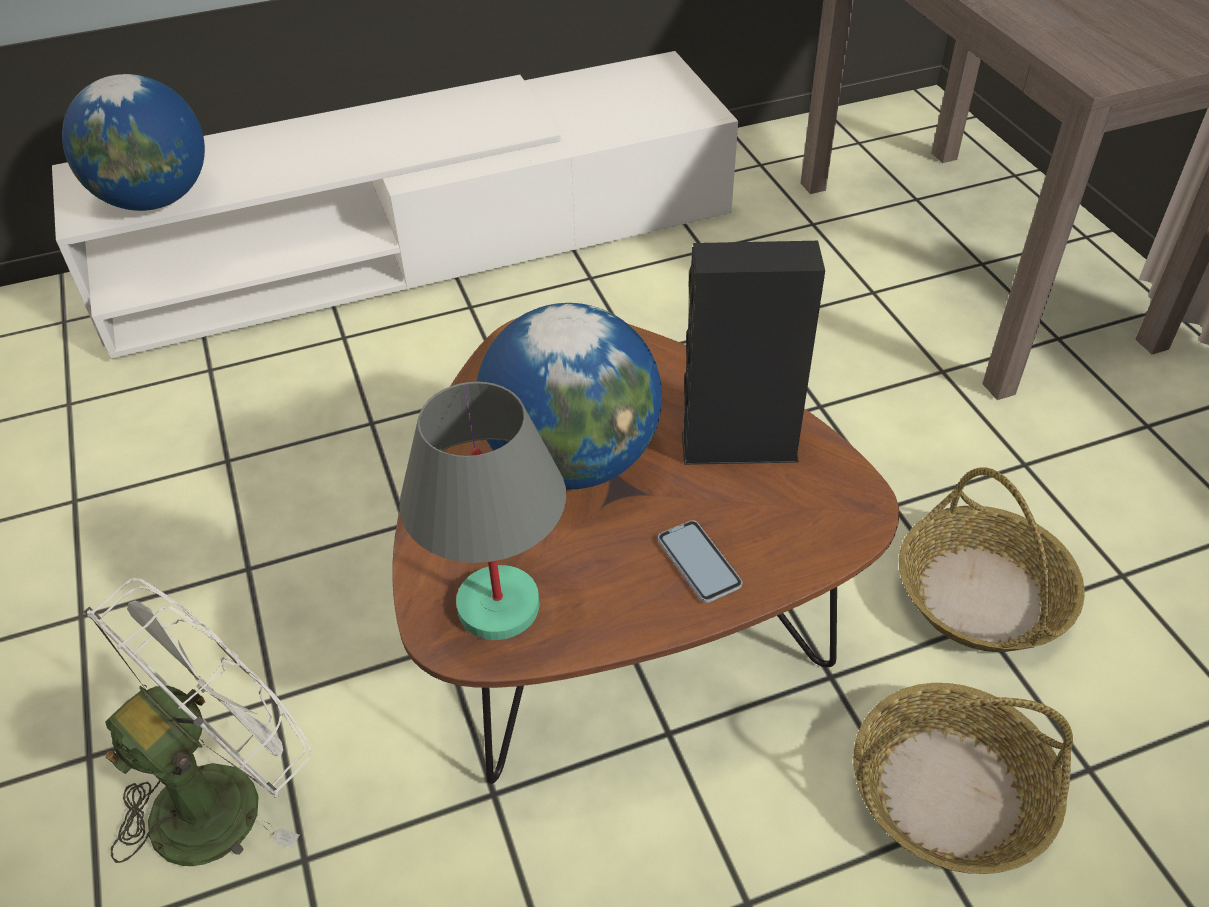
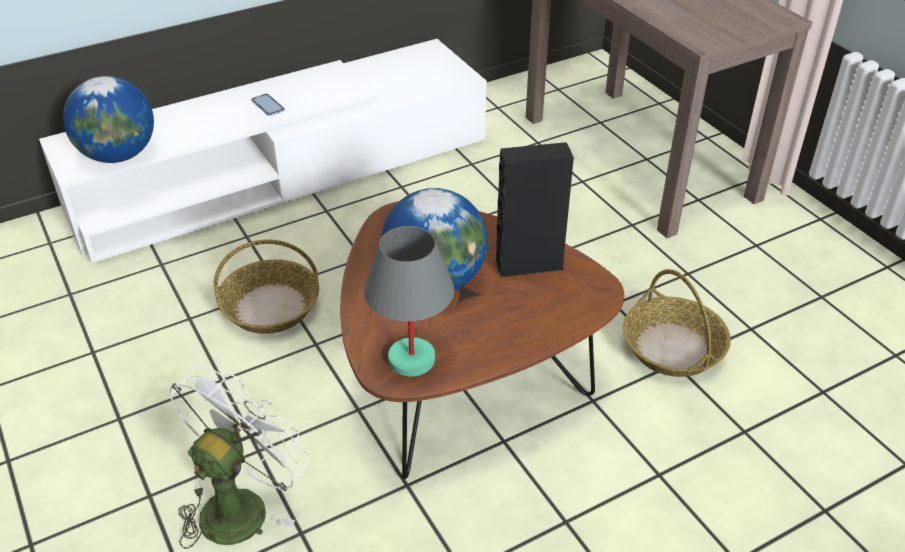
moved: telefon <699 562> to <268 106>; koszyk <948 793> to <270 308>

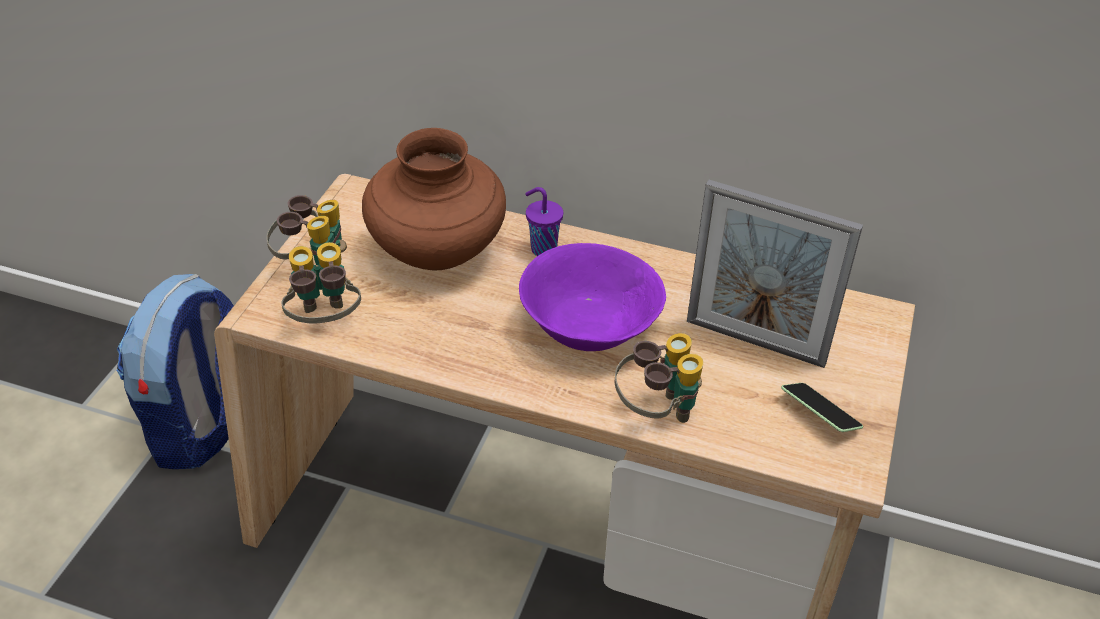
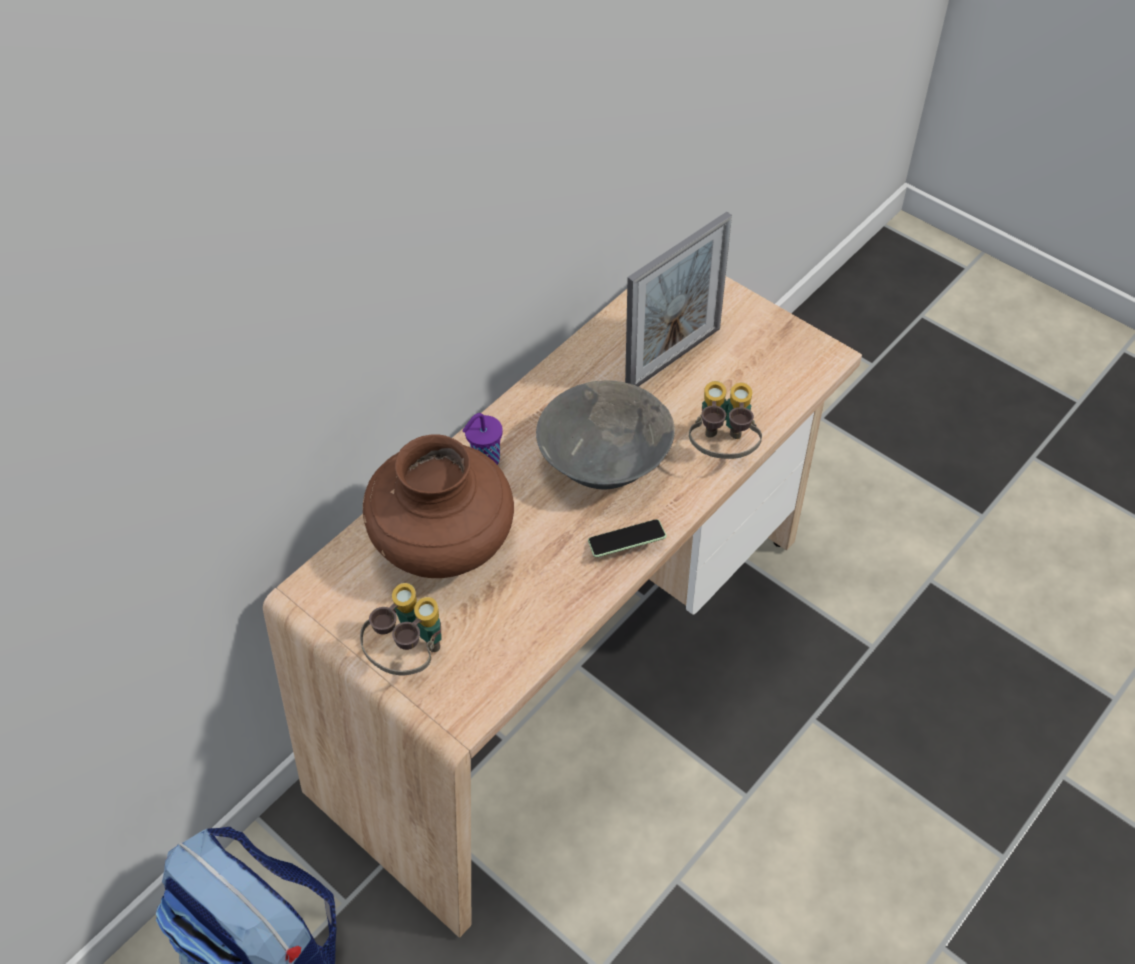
removed: lornetka <325 321>
moved: telefon <819 415> to <626 544>
recoloured: miska [fioletowy] <588 327> to miska [szary] <605 461>

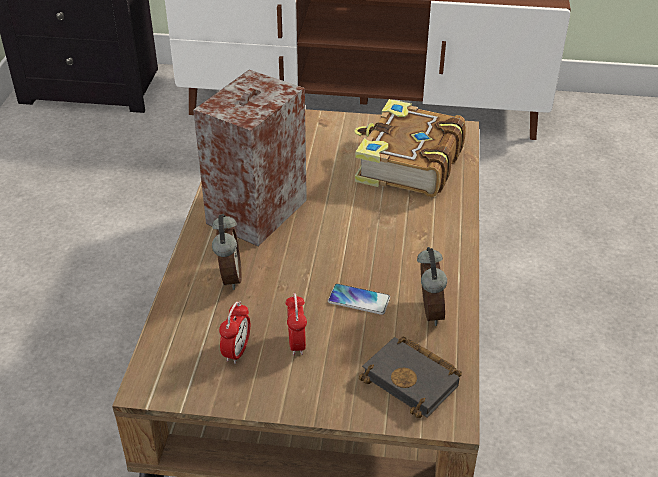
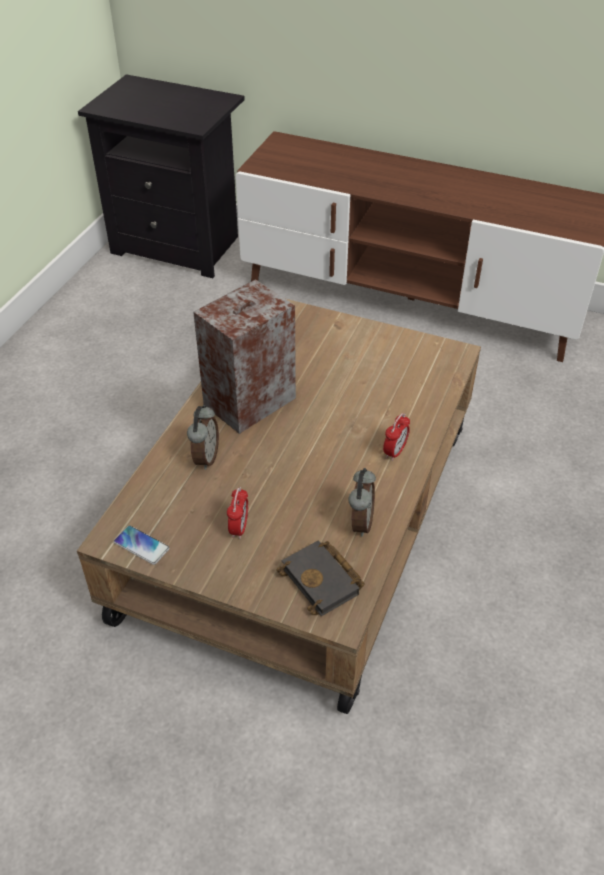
removed: książka <407 164>
moved: budzik <237 351> to <395 452>; telefon <359 300> to <141 545>

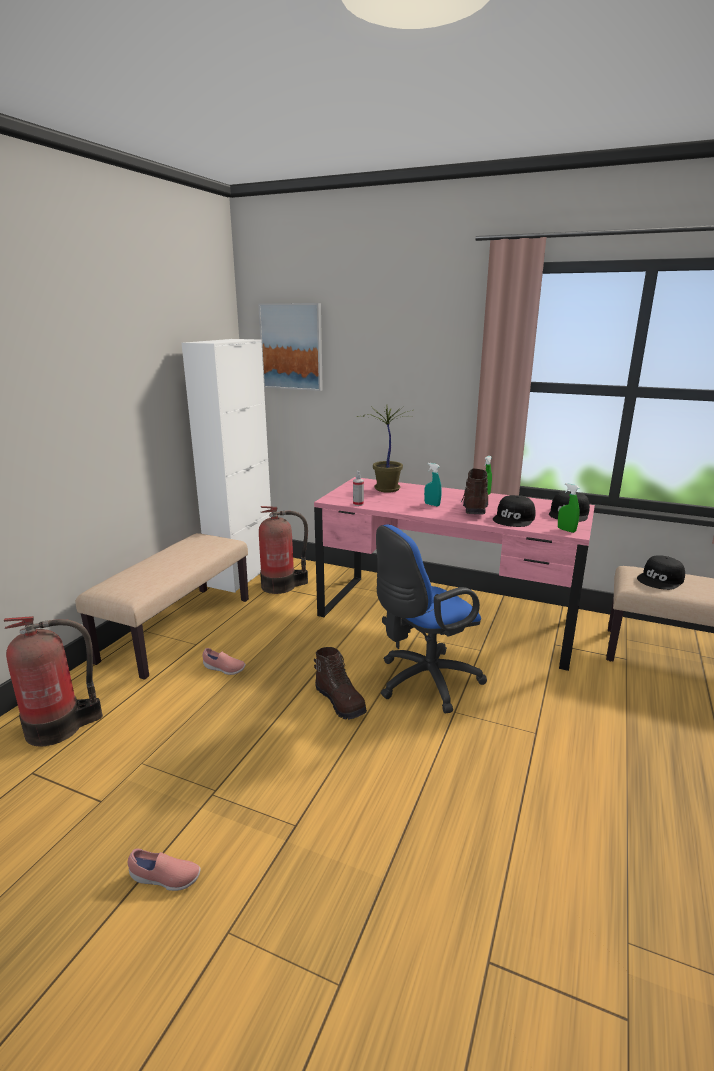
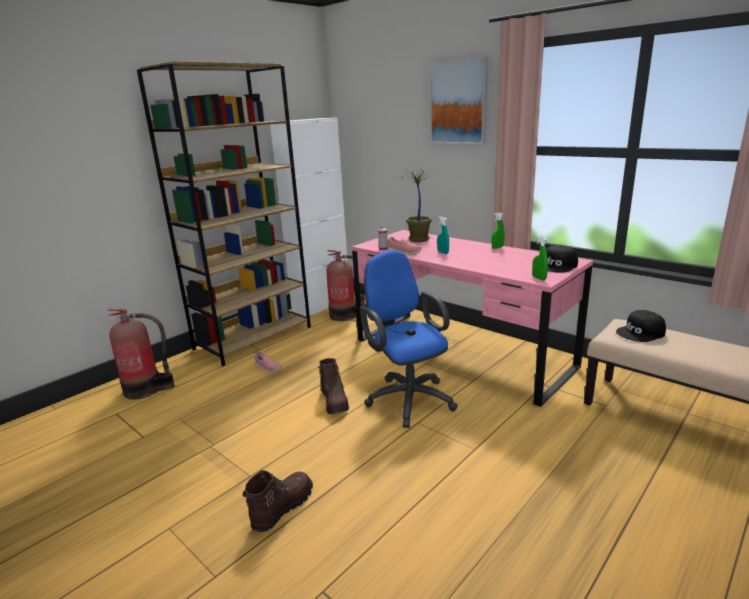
removed: czapka z daszkiem [czarny] <514 519>
moved: but [różowy] <165 879> to <404 253>; obraz <292 347> to <458 102>; but z cholewką [brązowy] <474 509> to <282 507>
replaced: ławka [beżowy] <177 628> to regał [brązowy] <254 337>
turned: krzesło biurowe [niebieski] <423 682> = <407 397> 75 degrees clockwise

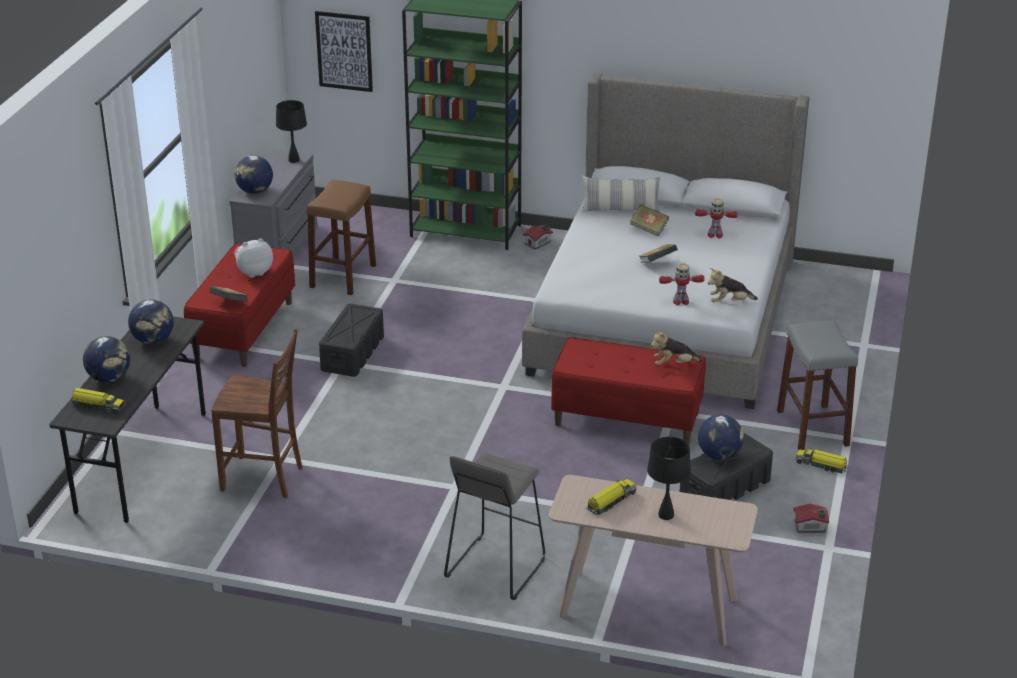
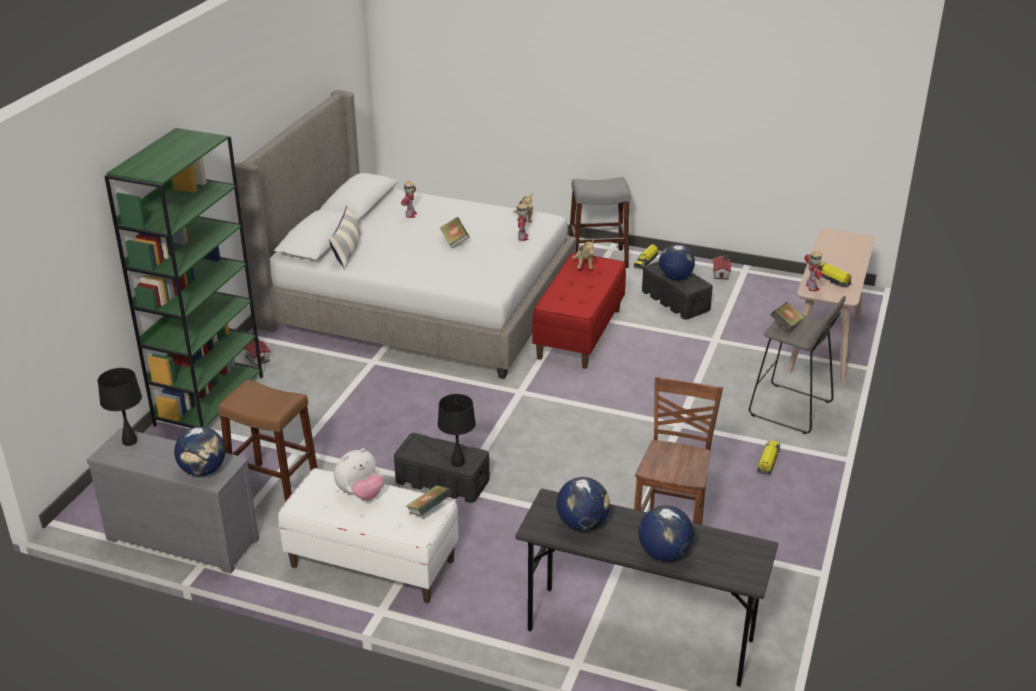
removed: obraz <344 51>
added: robot zabawkowy <812 287>
moved: ciężarówka zabawkowa <98 406> to <768 461>; książka <649 229> to <786 326>; lampa stołowa [czarny] <666 515> to <457 462>
recoloured: ławka [czerwony] <243 330> to ławka [biały] <372 563>
turned: pluszak <254 272> = <360 494> 105 degrees counterclockwise

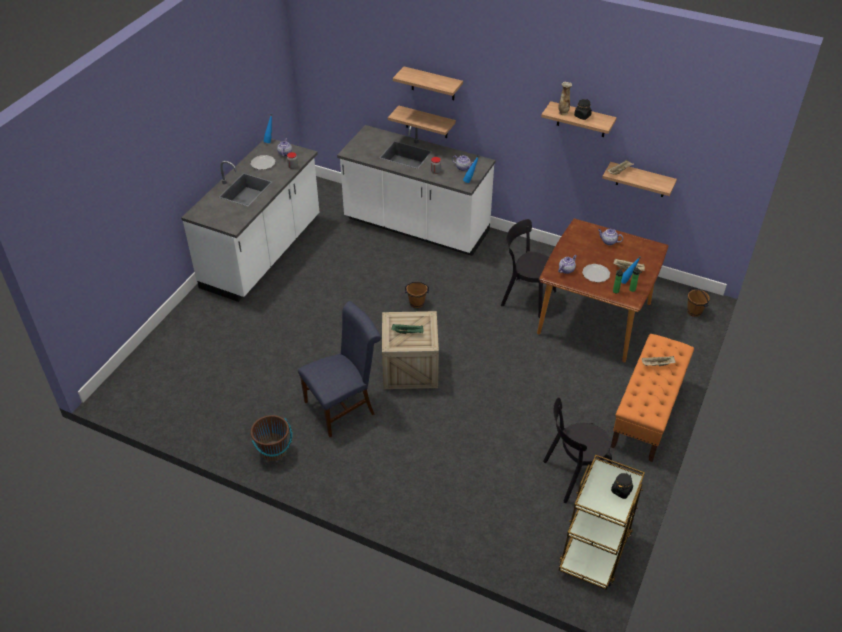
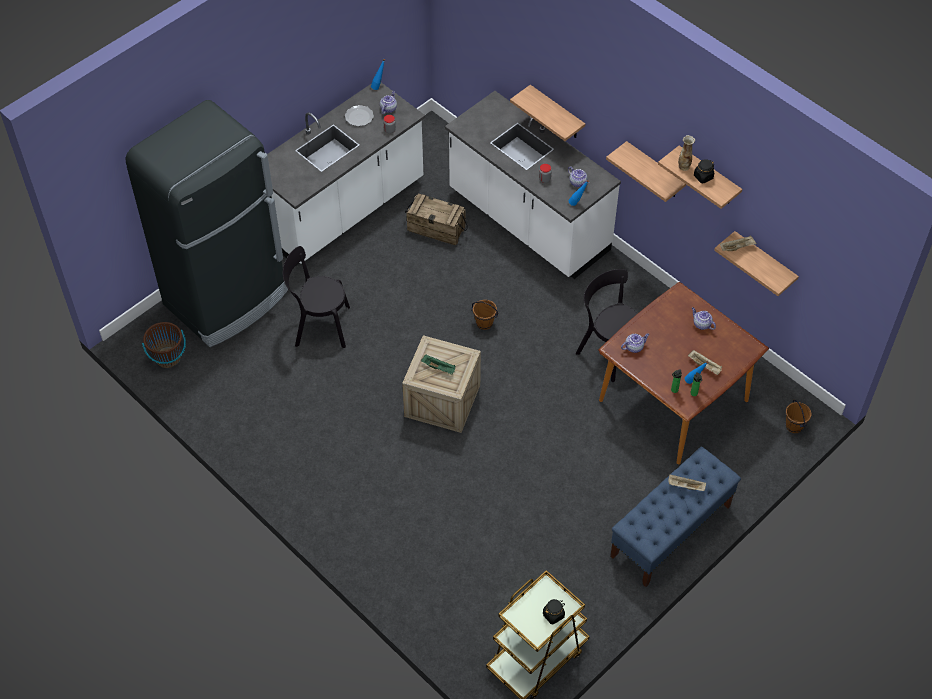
removed: krzesło [niebieski] <343 406>; talerz <596 274>
added: lodówka [czarny] <227 299>; skrzynka <436 229>
moved: wiadro [brązowy] <273 451> to <168 358>; półka <433 84> to <654 171>; krzesło [czarny] <573 476> to <319 326>
recoloured: ławka [pomarańczowy] <647 413> to ławka [niebieski] <670 531>

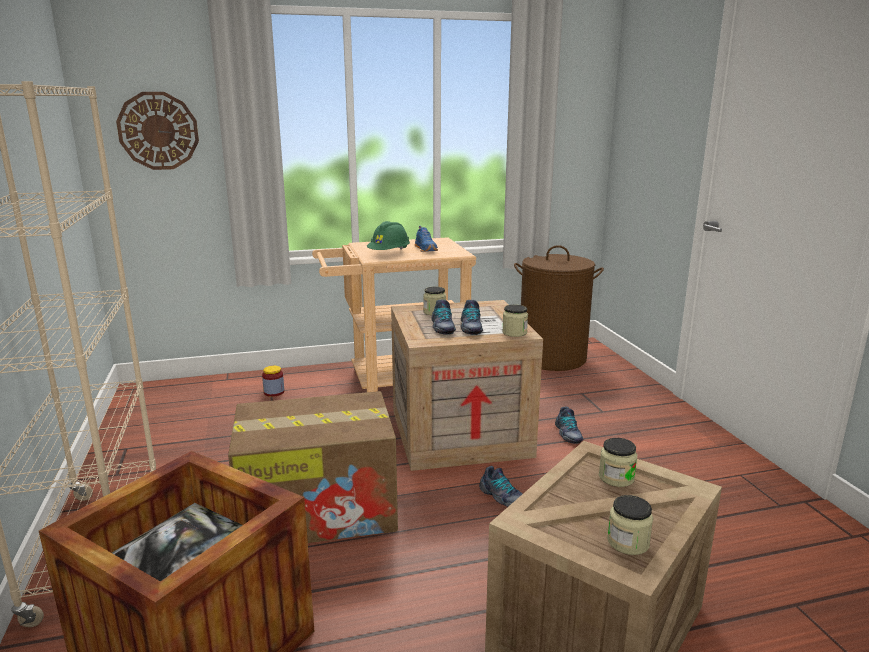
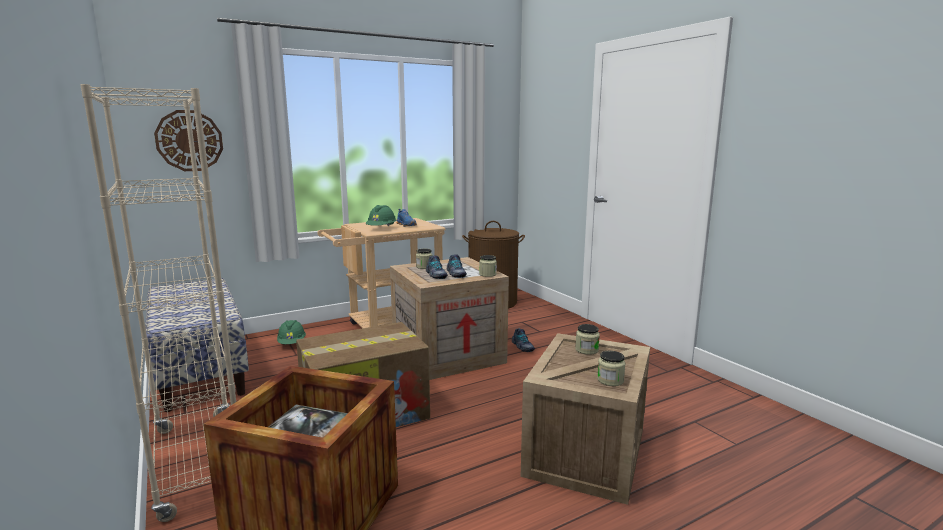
removed: but <503 497>
added: ławka <200 371>
replaced: słoik <274 392> to kask [zielony] <292 343>

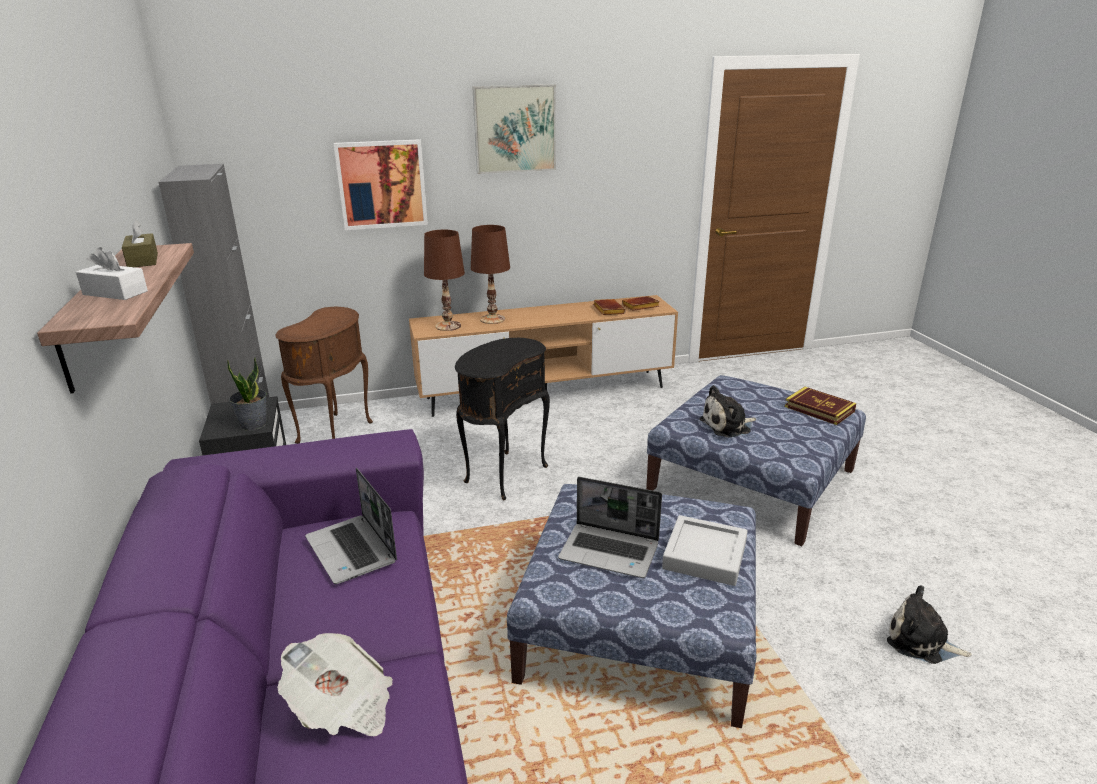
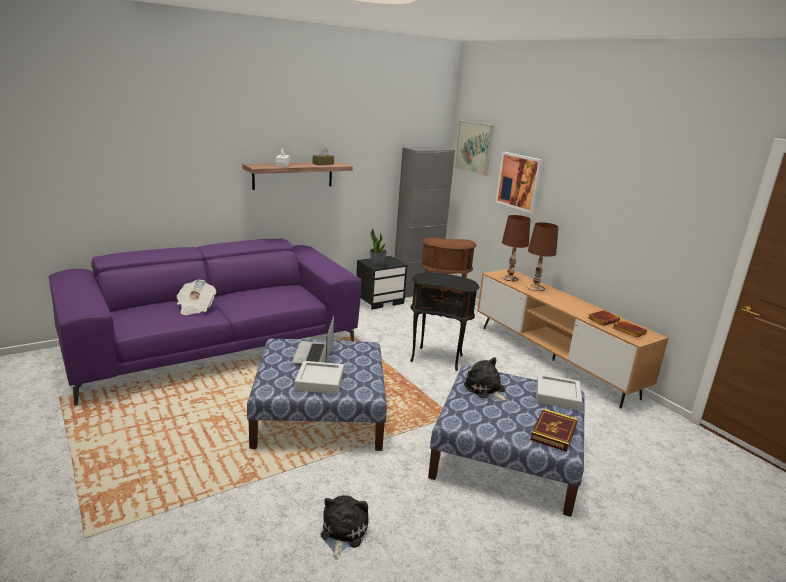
removed: laptop <353 550>
added: taca [szary] <557 396>
moved: obraz <515 129> to <474 147>

